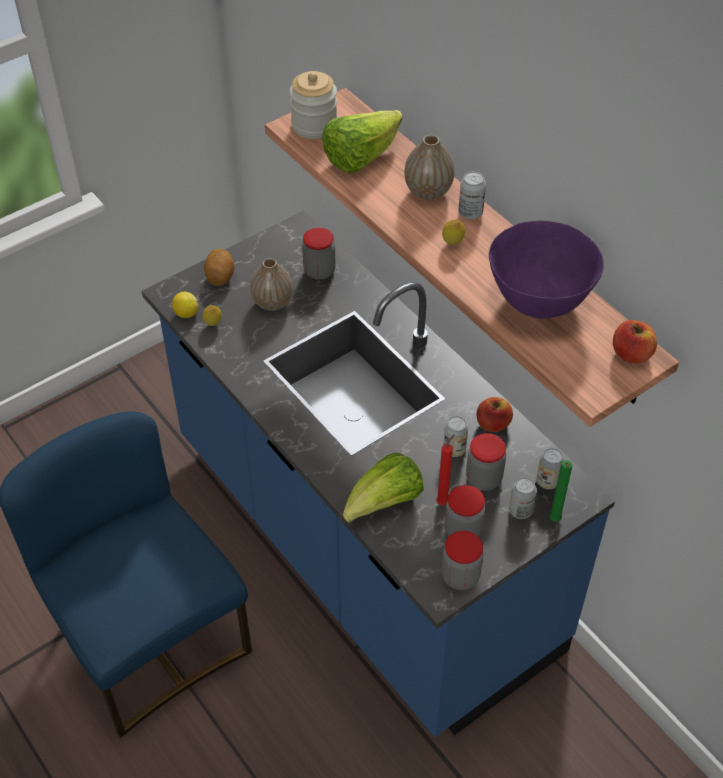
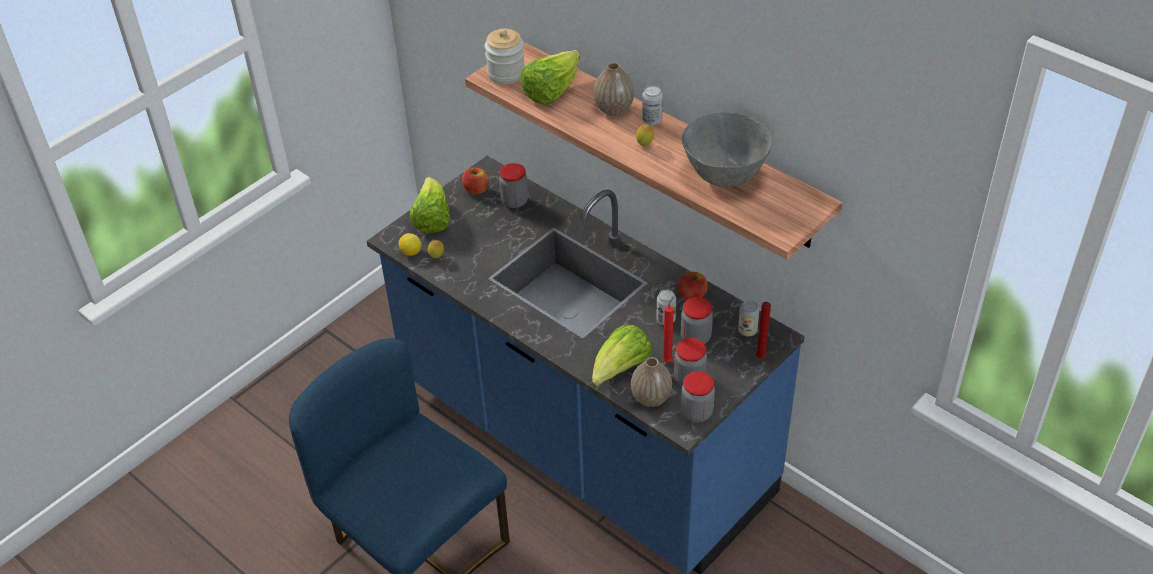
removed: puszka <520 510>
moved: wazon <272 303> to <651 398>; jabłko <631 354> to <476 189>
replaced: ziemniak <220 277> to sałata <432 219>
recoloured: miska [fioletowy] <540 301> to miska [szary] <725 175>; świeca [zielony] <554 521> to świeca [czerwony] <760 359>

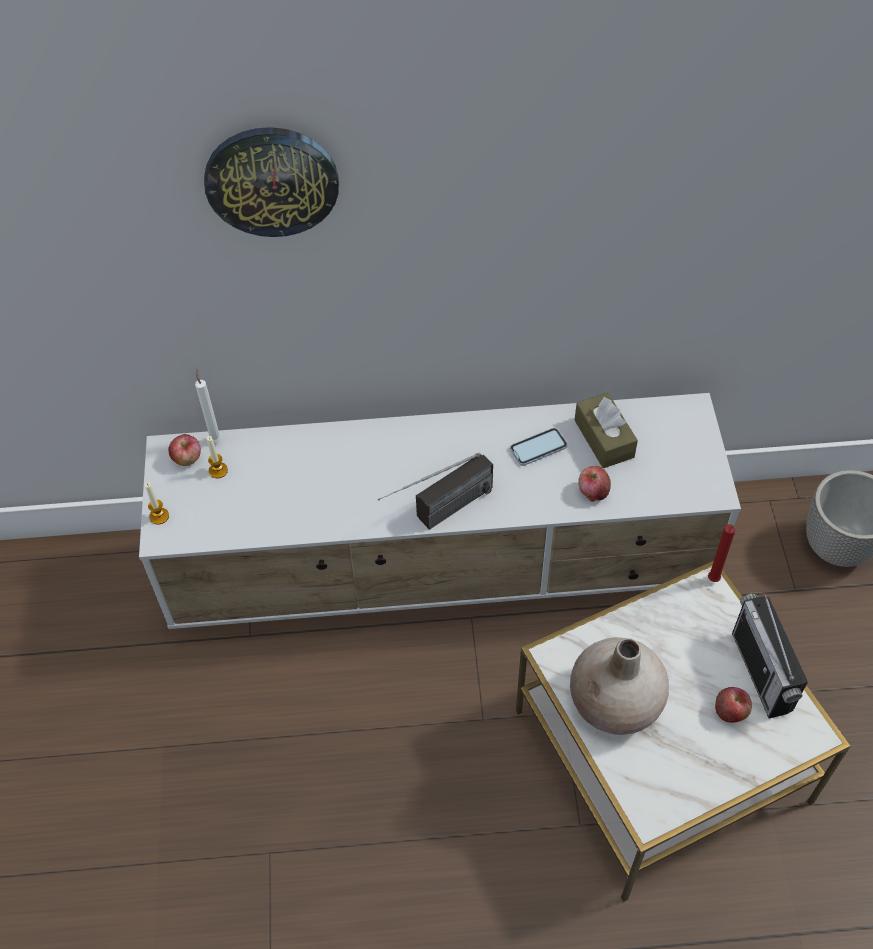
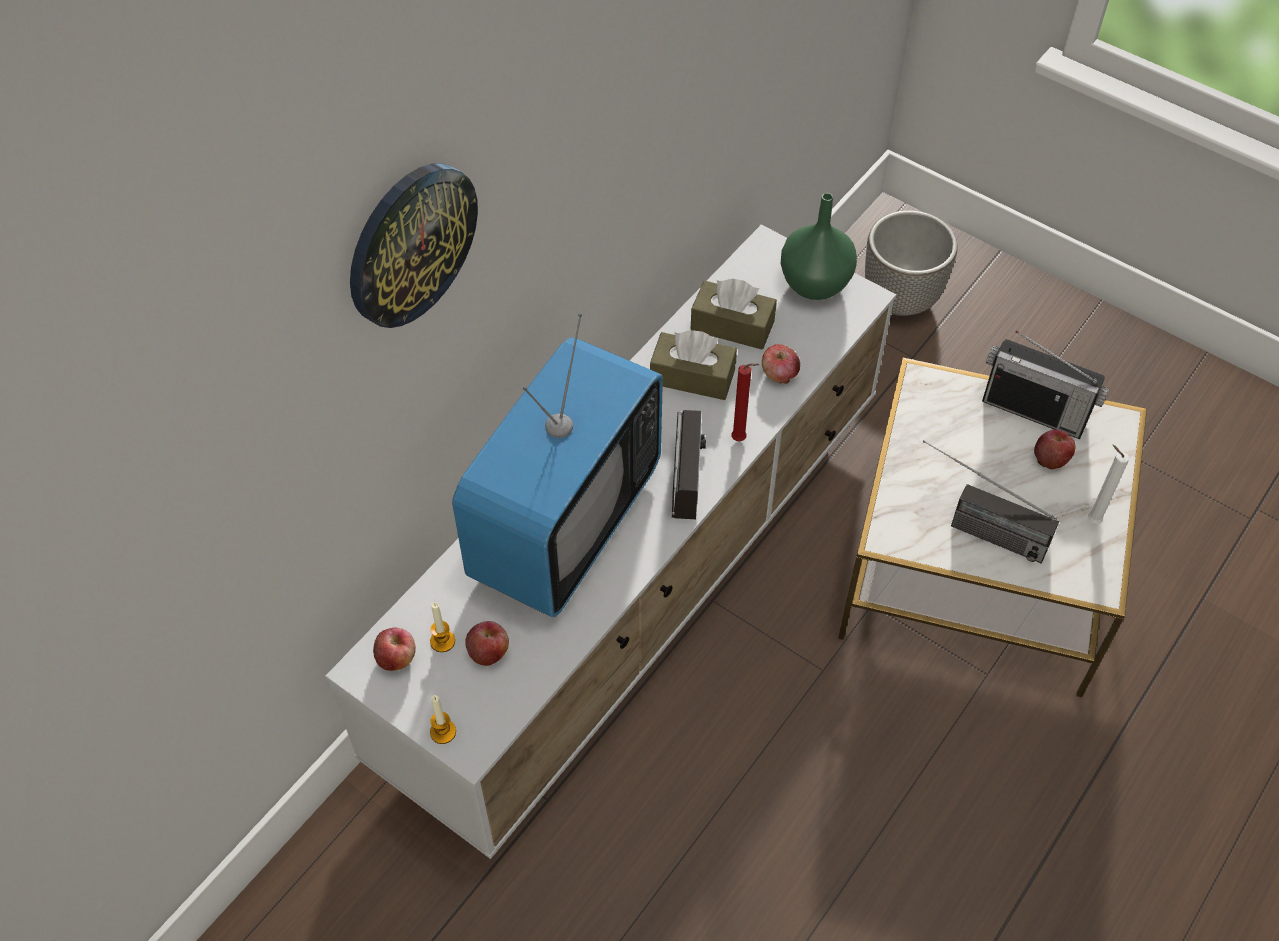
added: telewizor <565 524>; jabłko <488 652>; wazon [zielony] <816 284>
moved: świeca [biały] <215 439> to <1091 520>; świeca [czerwony] <714 581> to <741 440>
replaced: telefon <538 448> to pudełko chusteczek [brązowy] <692 376>; wazon [beżowy] <615 702> to radio <974 528>

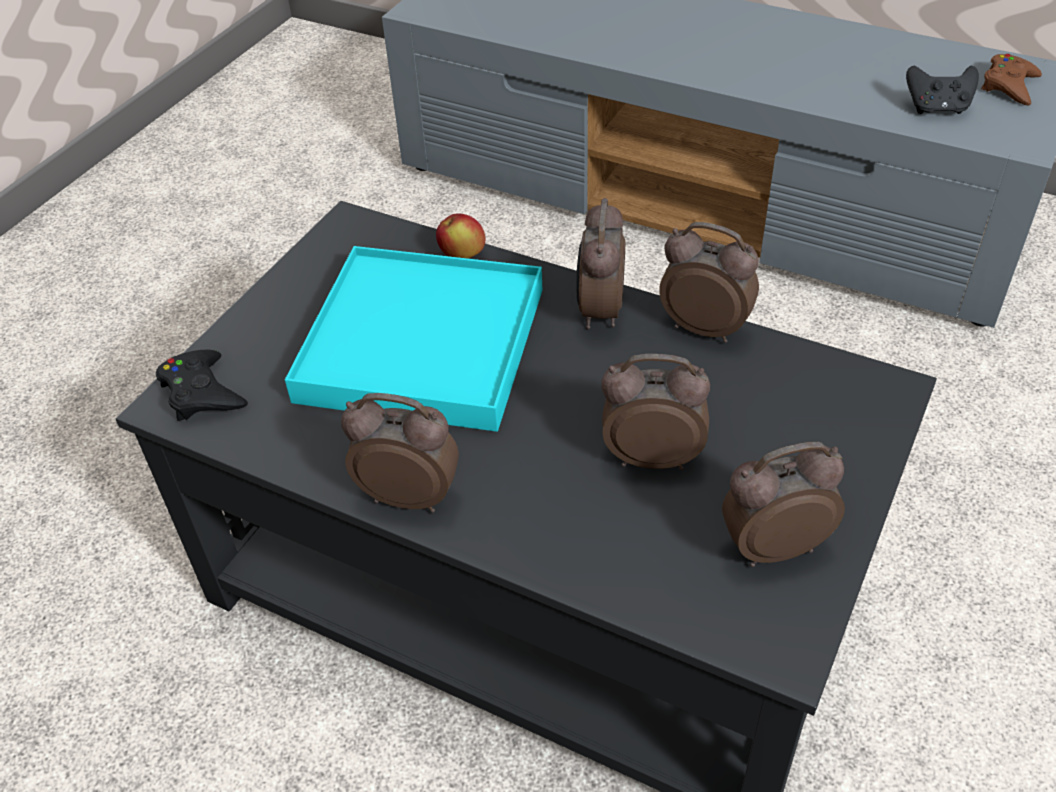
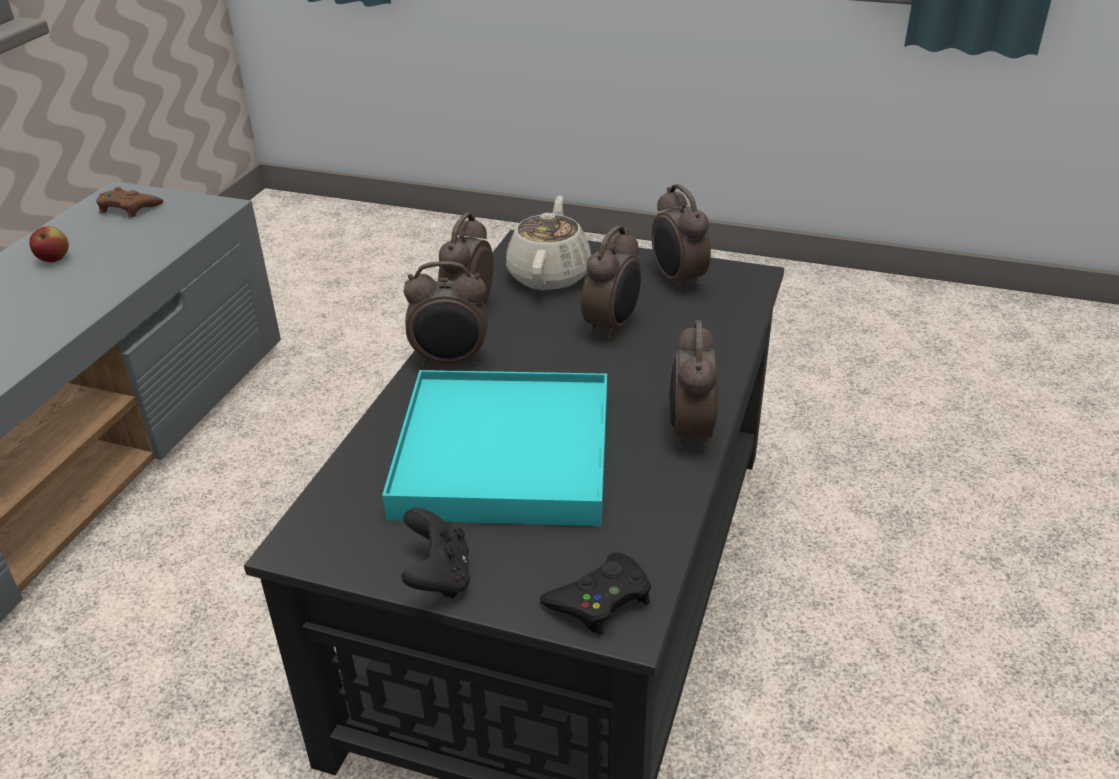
added: imbryk [beżowy] <550 275>
moved: jabłko <462 255> to <54 260>; pad do gier [czarny] <937 108> to <439 577>
turned: budzik <651 456> = <613 326> 150 degrees counterclockwise

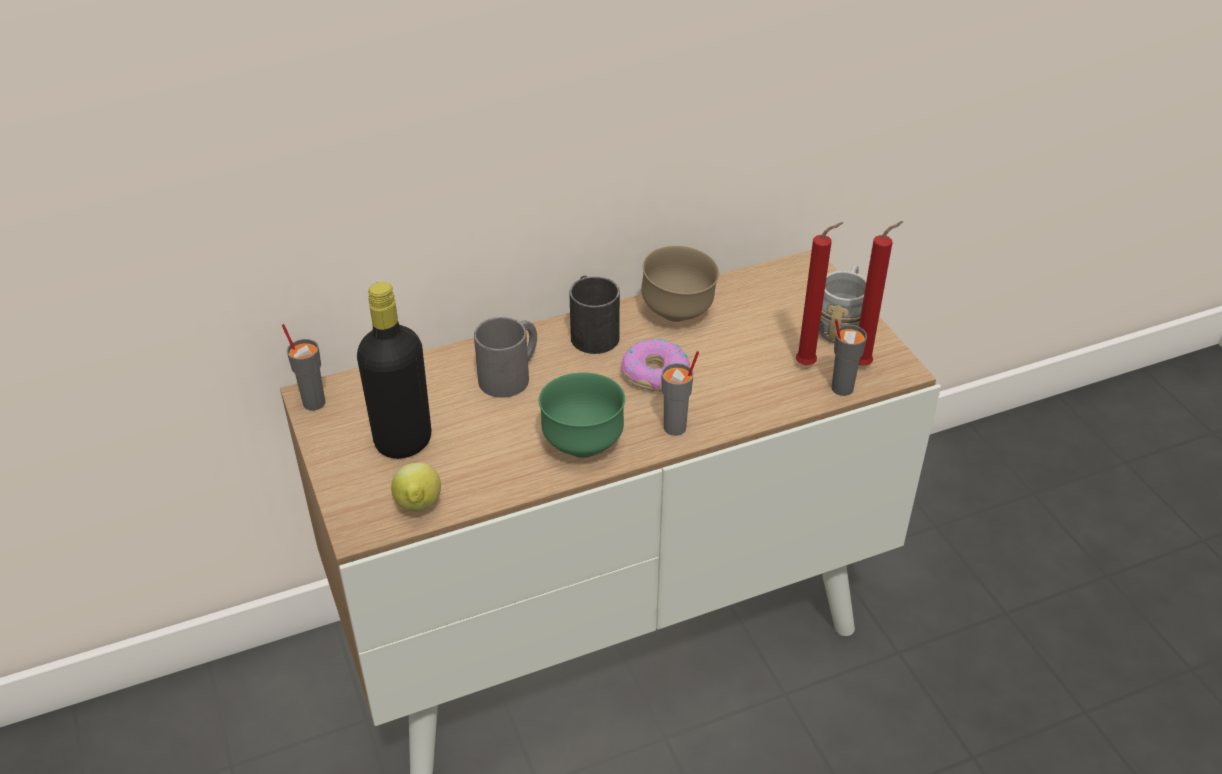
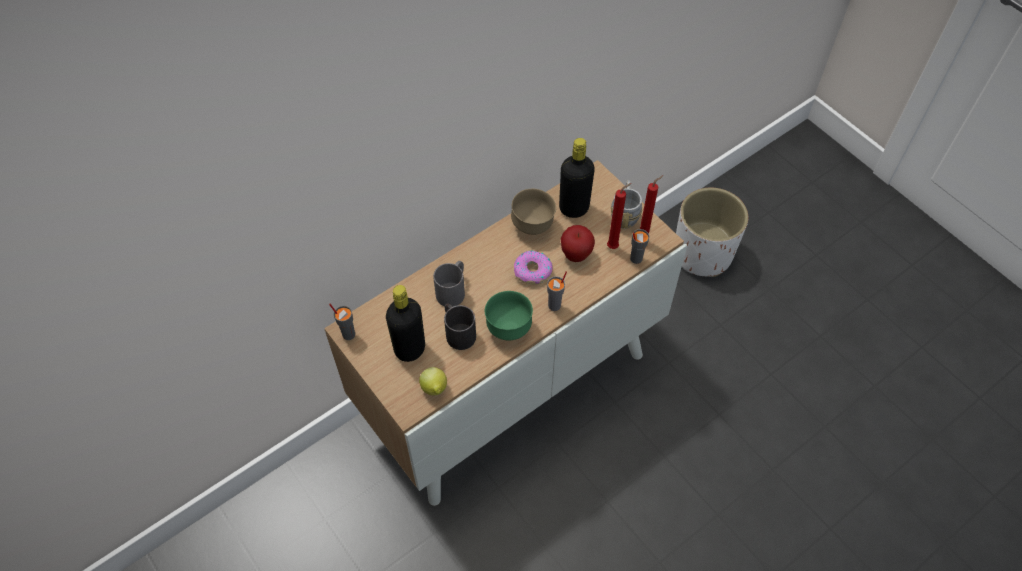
added: butelka [czarny] <574 208>; jabłko <576 255>; donica [biały] <702 253>
moved: kubek [czarny] <591 331> to <457 331>

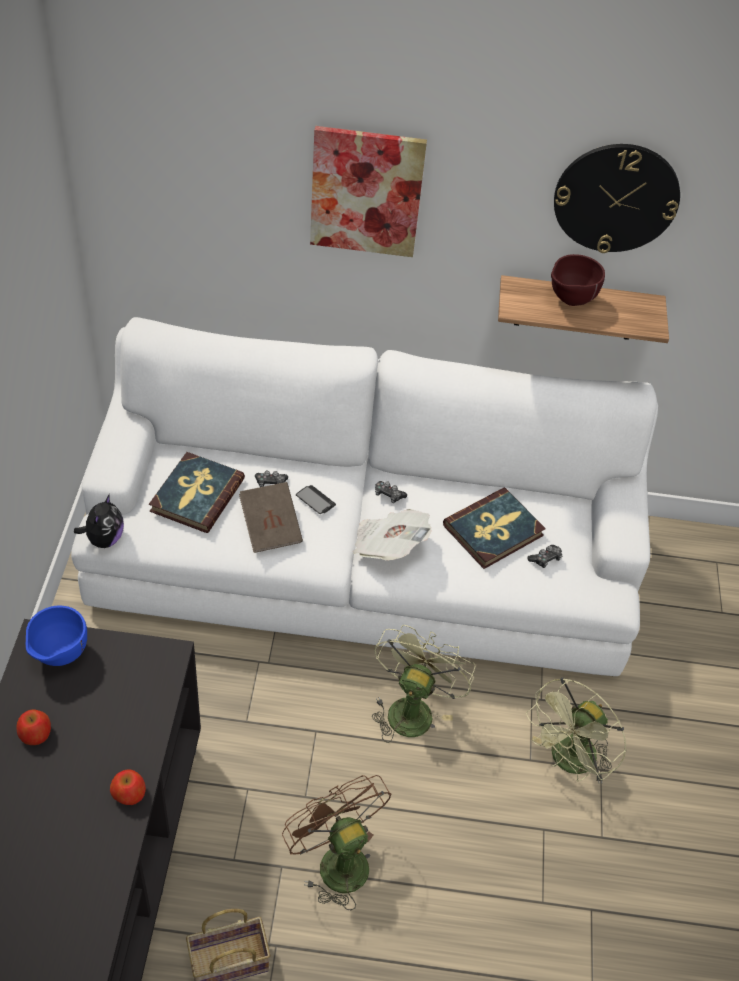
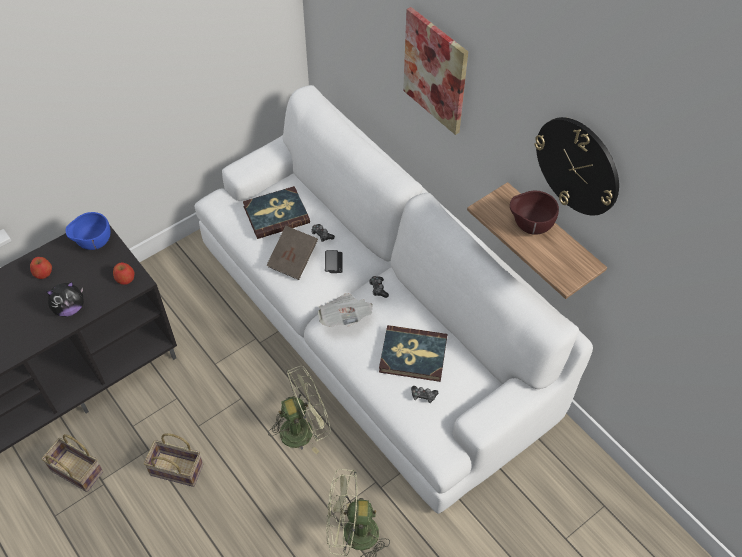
moved: pluszak <104 539> to <70 308>; jabłko <129 793> to <125 278>
replaced: wentylator [brązowy] <336 860> to koszyk <175 470>

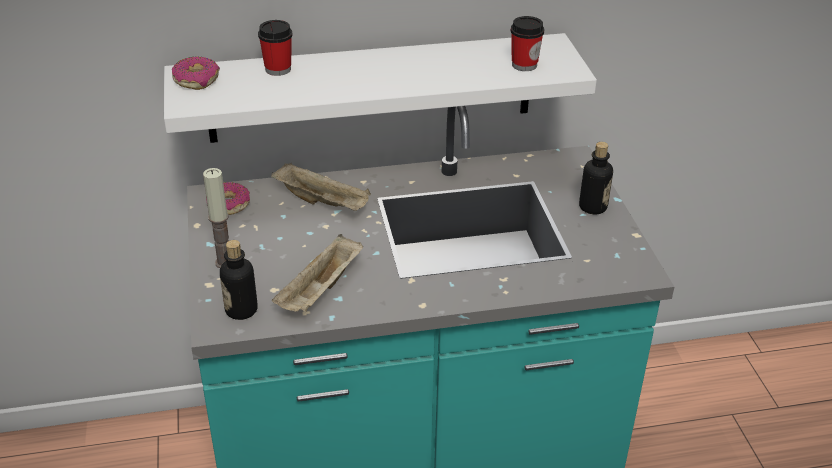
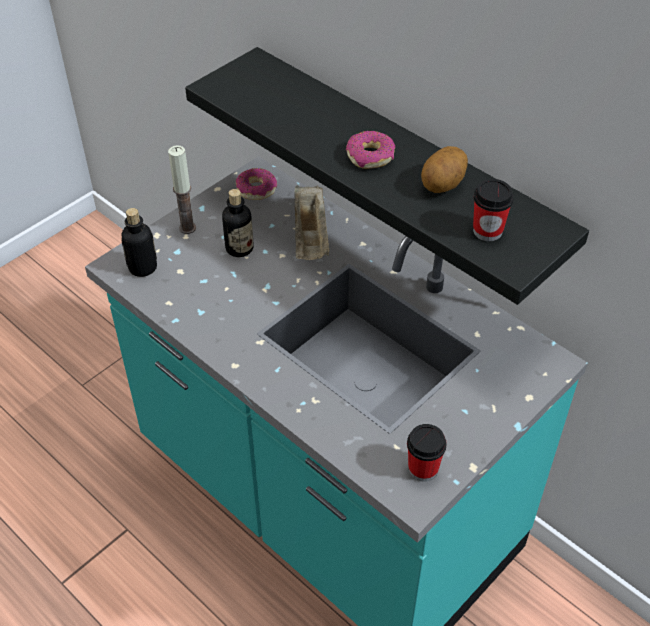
removed: taca [beżowy] <321 290>
added: ziemniak <443 185>
moved: donut <196 80> to <370 156>; filiżanka <278 69> to <423 469>; butelka <593 207> to <239 248>
recoloured: półka [biały] <371 88> to półka [czarny] <403 166>

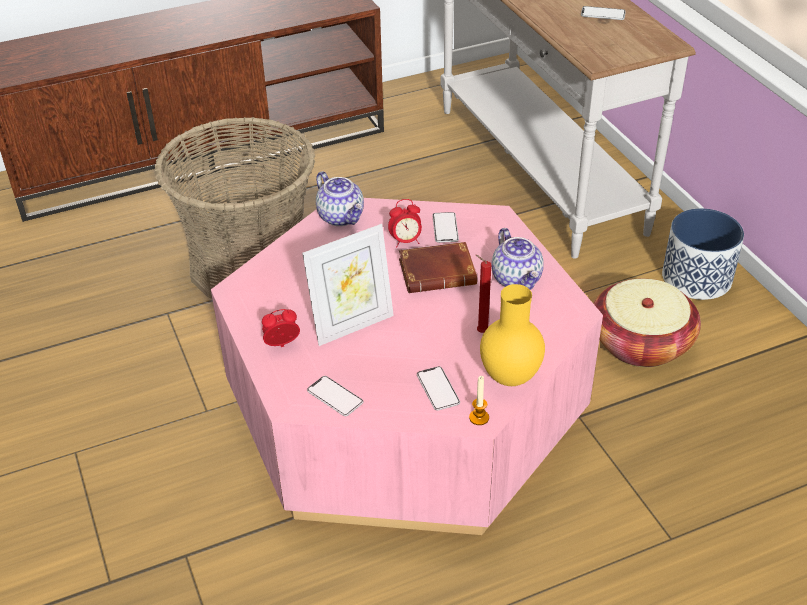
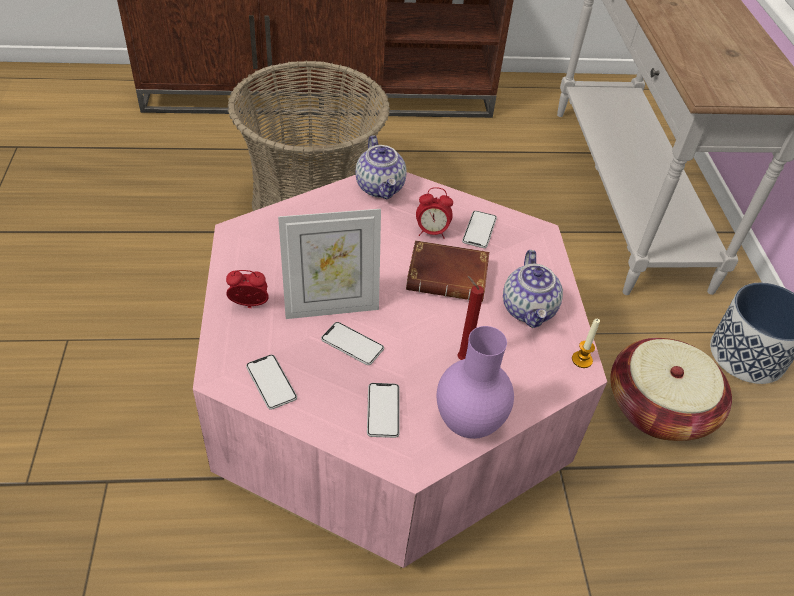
moved: świeca <479 418> to <582 360>; telefon <603 14> to <352 344>
recoloured: wazon [żółty] <511 378> to wazon [fioletowy] <470 424>

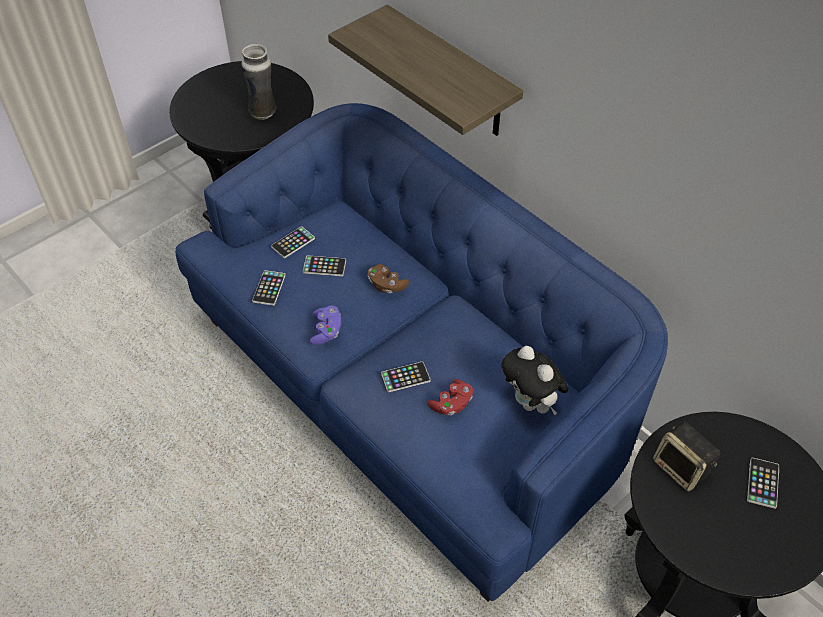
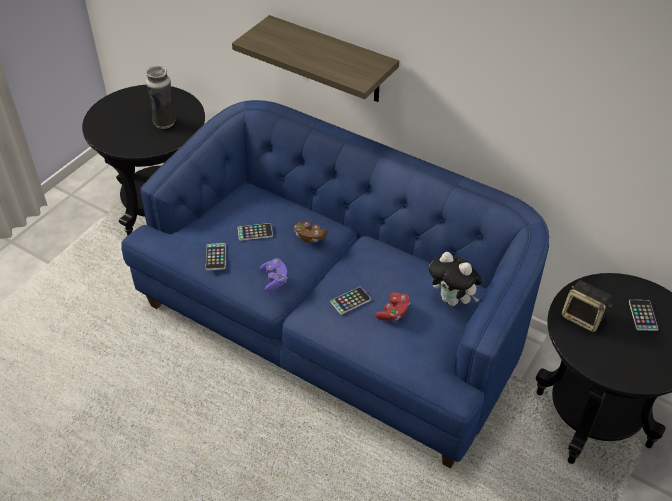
removed: telefon <293 243>

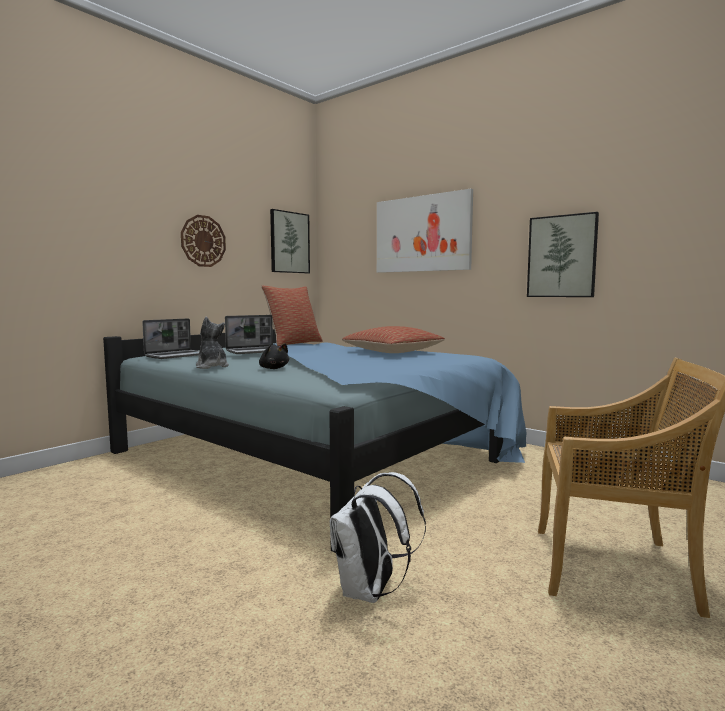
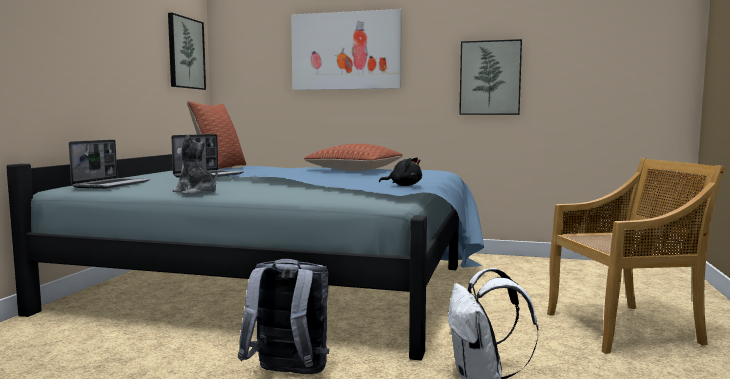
removed: zegar ścienny <203 241>
added: plecak [szary] <288 375>
moved: pluszak [czarny] <273 368> to <403 185>

